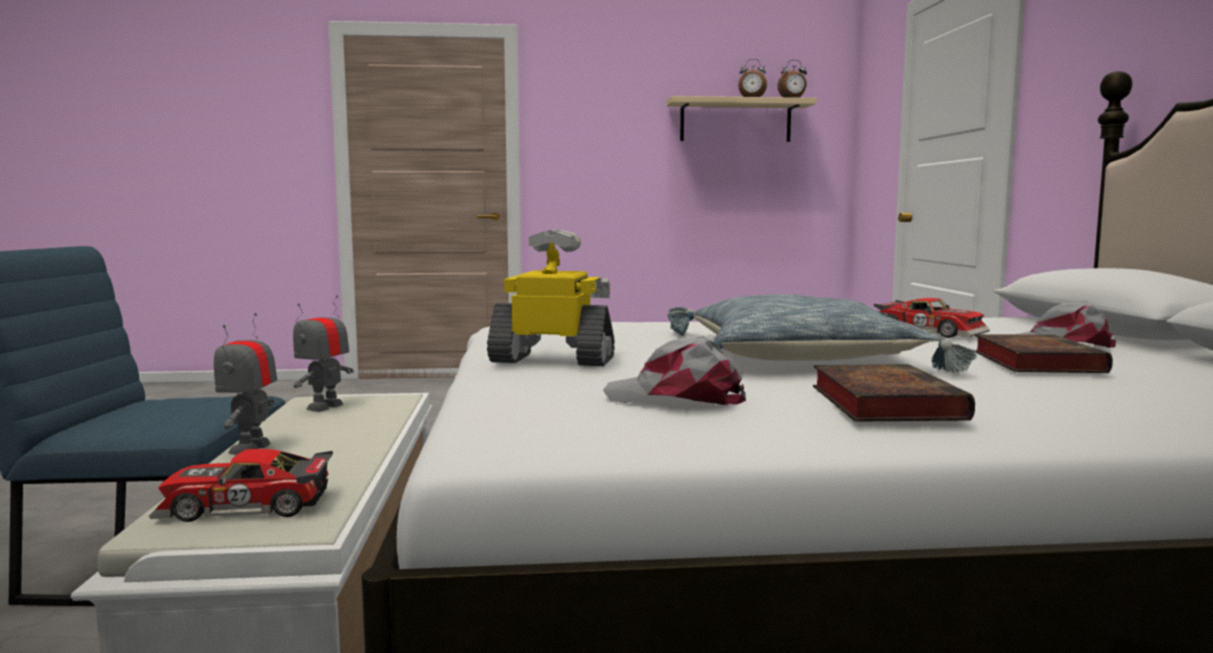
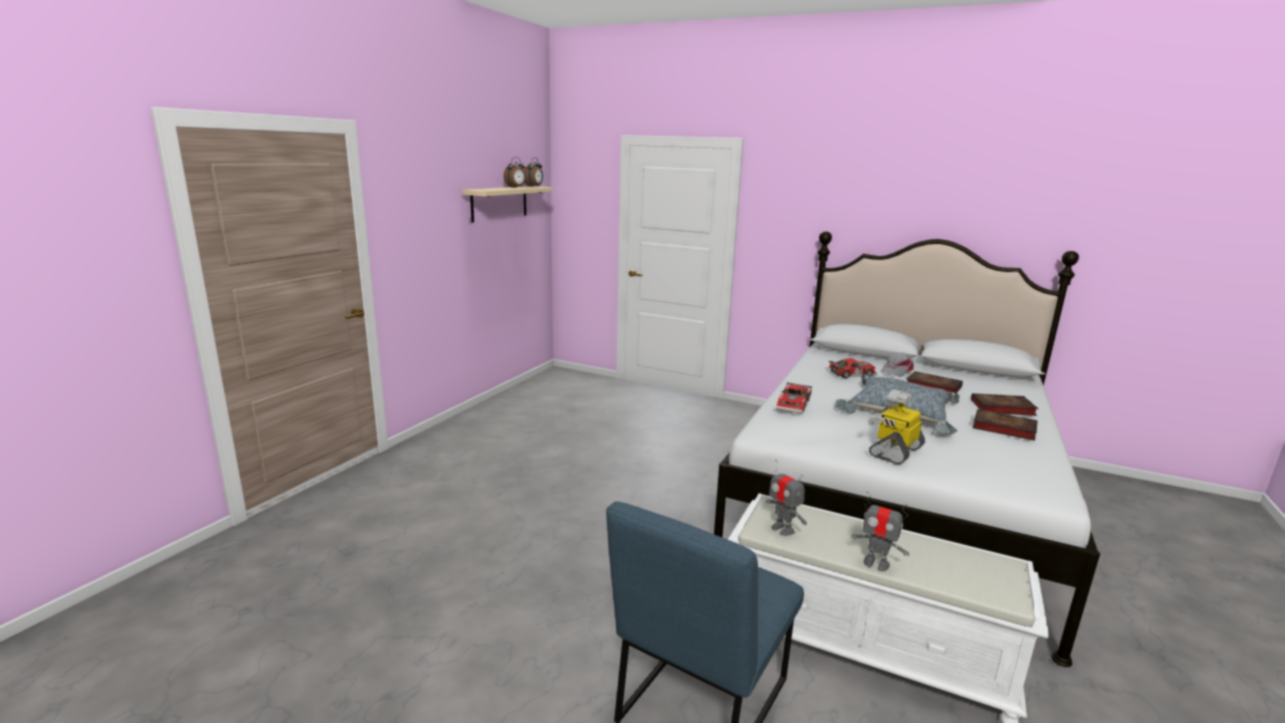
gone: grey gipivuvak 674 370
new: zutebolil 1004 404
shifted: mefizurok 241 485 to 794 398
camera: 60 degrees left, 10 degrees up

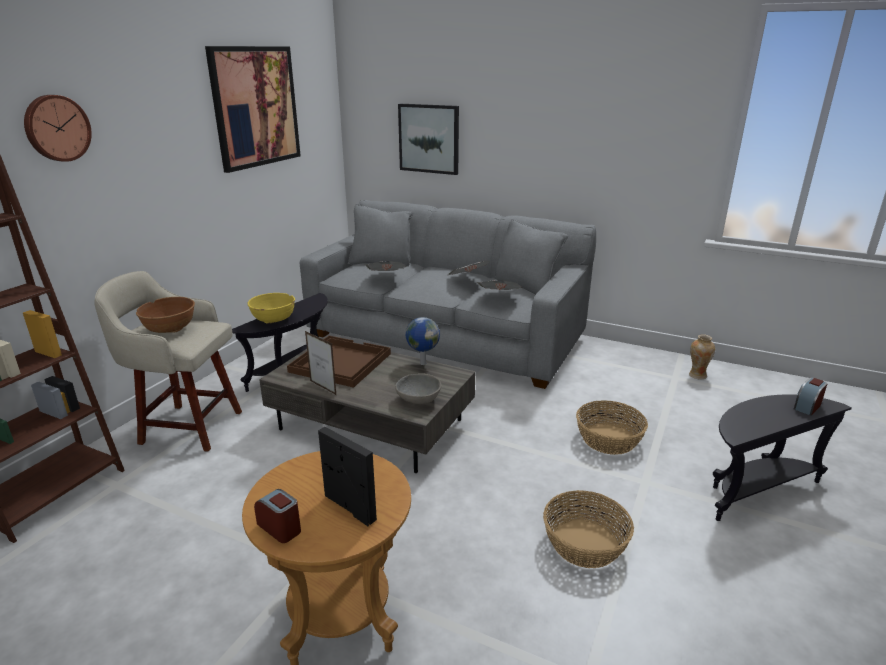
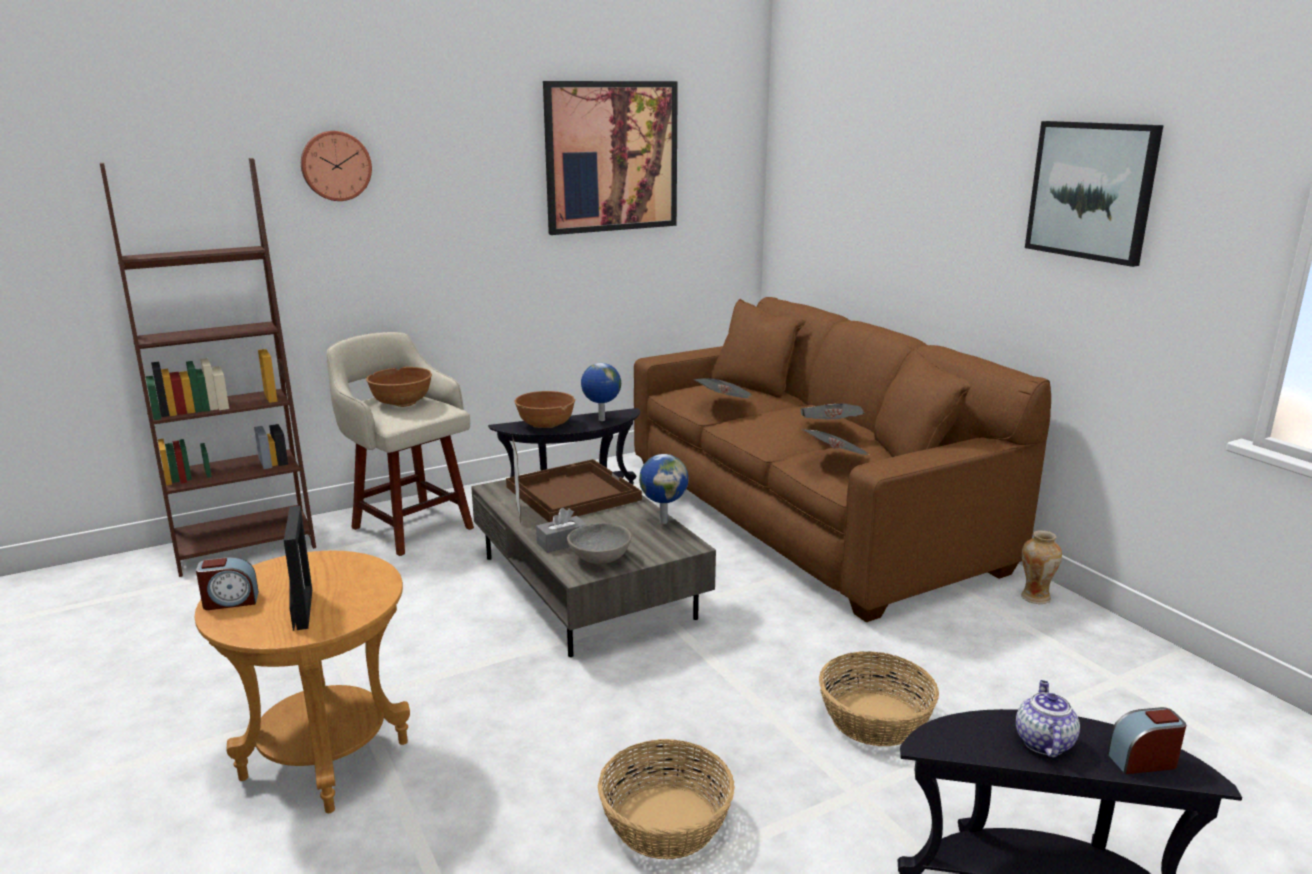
new: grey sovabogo 562 530; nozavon 601 392; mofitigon 1048 719
shifted: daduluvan 428 139 to 1094 194; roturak 702 357 to 1041 567
repainted: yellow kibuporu 271 308 to brown kibuporu 544 409; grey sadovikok 448 294 to brown sadovikok 842 459
rotated: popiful 277 516 = 227 583 90 degrees clockwise
camera: 35 degrees right, 5 degrees down

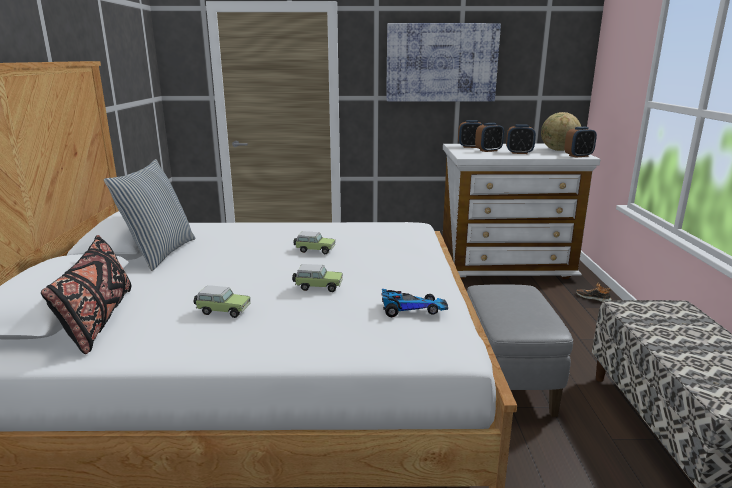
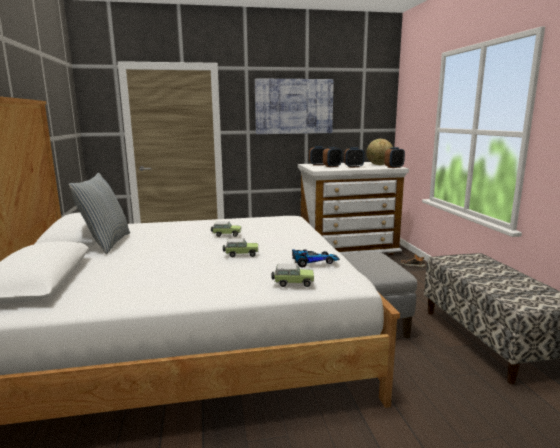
gone: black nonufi 86 294
shifted: mefizurok 222 301 to 292 275
camera: 10 degrees left, 5 degrees down

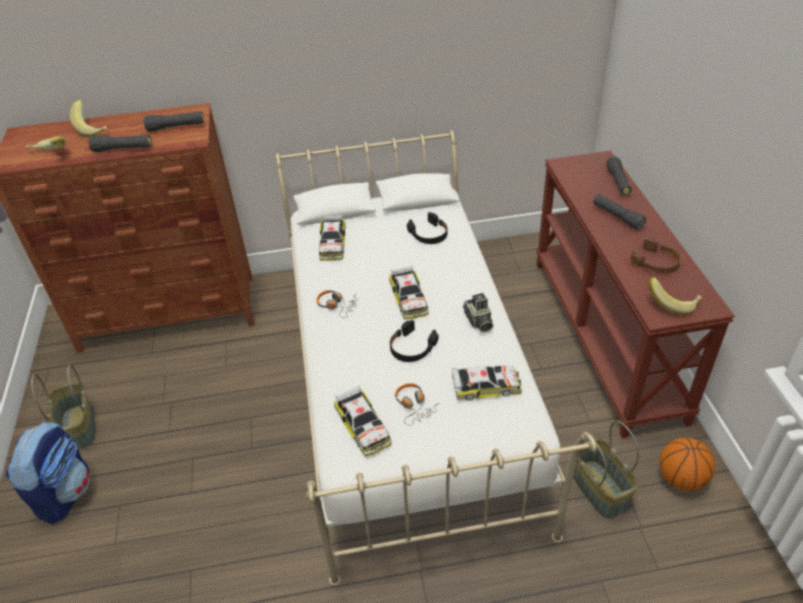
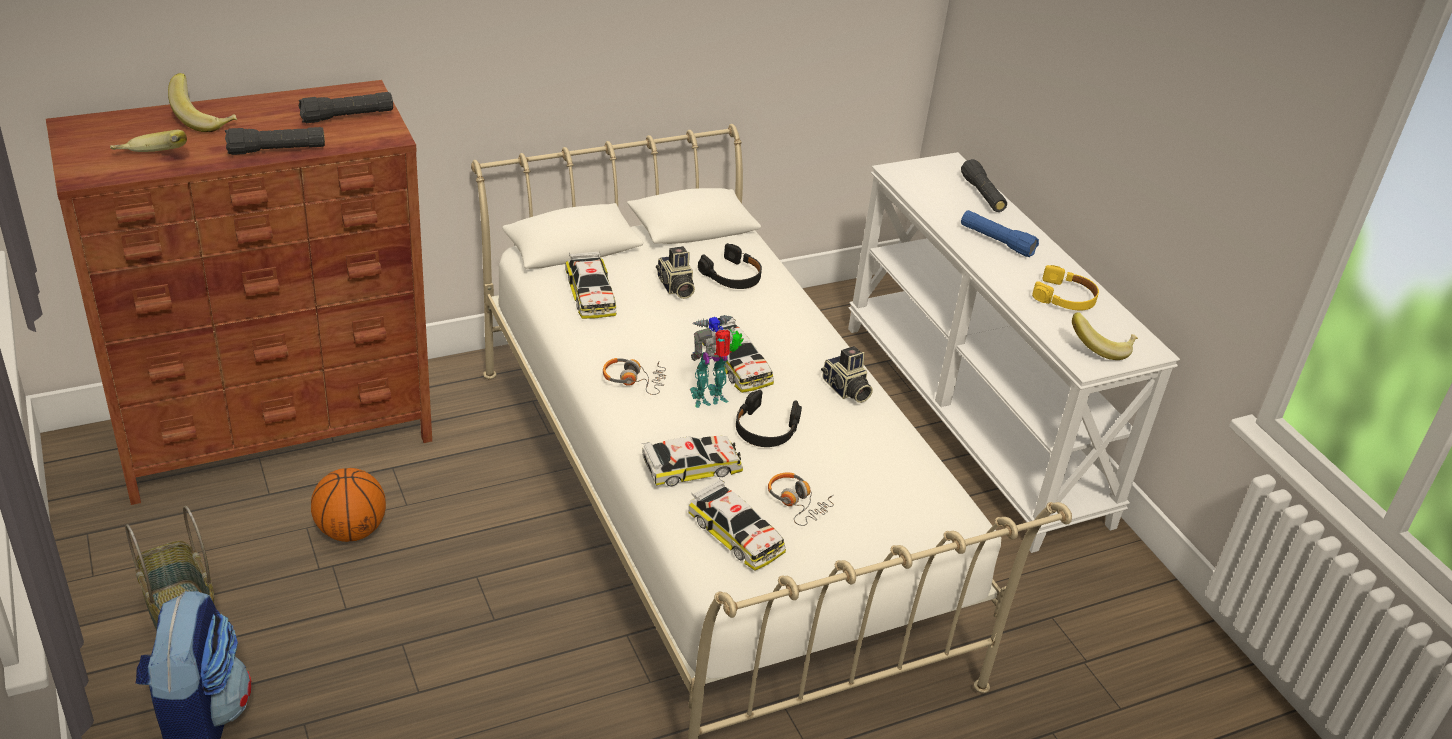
gone: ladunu 606 470
new: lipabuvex 675 272; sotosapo 717 361
shifted: mefizurok 486 383 to 692 461; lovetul 687 464 to 348 505
repainted: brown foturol 635 294 to white foturol 1014 352; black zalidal 619 212 to blue zalidal 1000 233; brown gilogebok 656 255 to yellow gilogebok 1065 288
camera: 20 degrees left, 5 degrees down

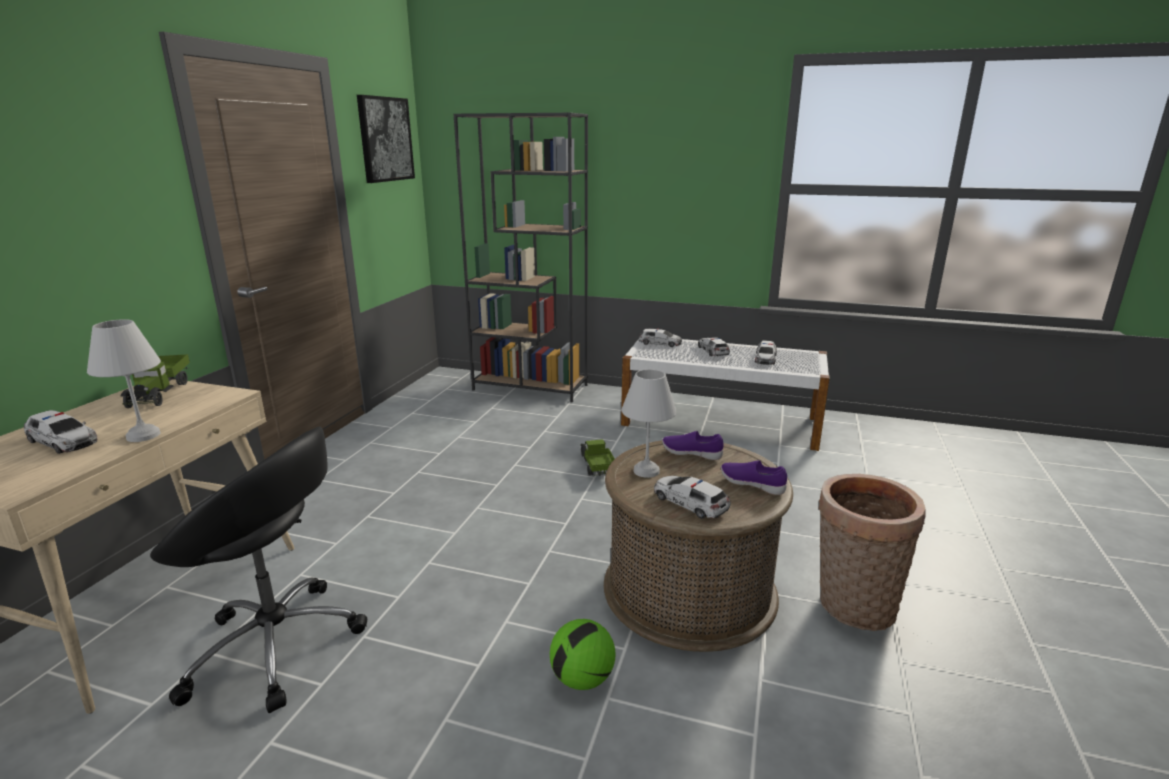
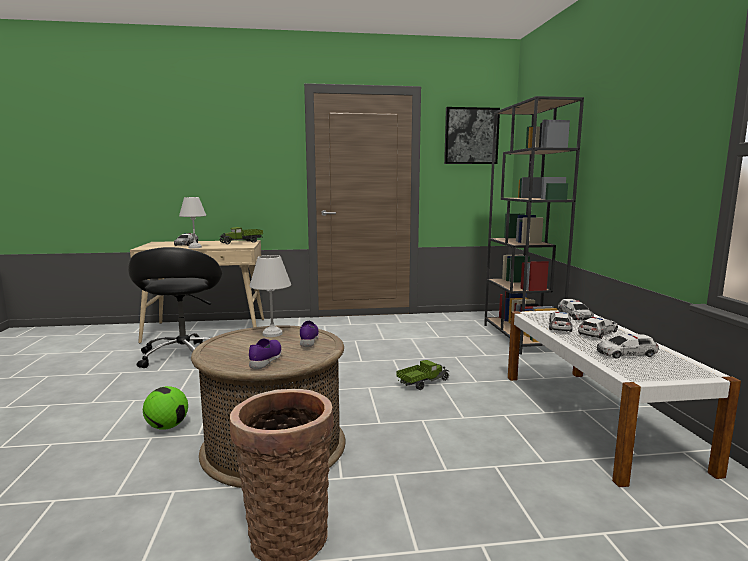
shifted: mefizurok 692 497 to 561 322
camera: 65 degrees right, 10 degrees down

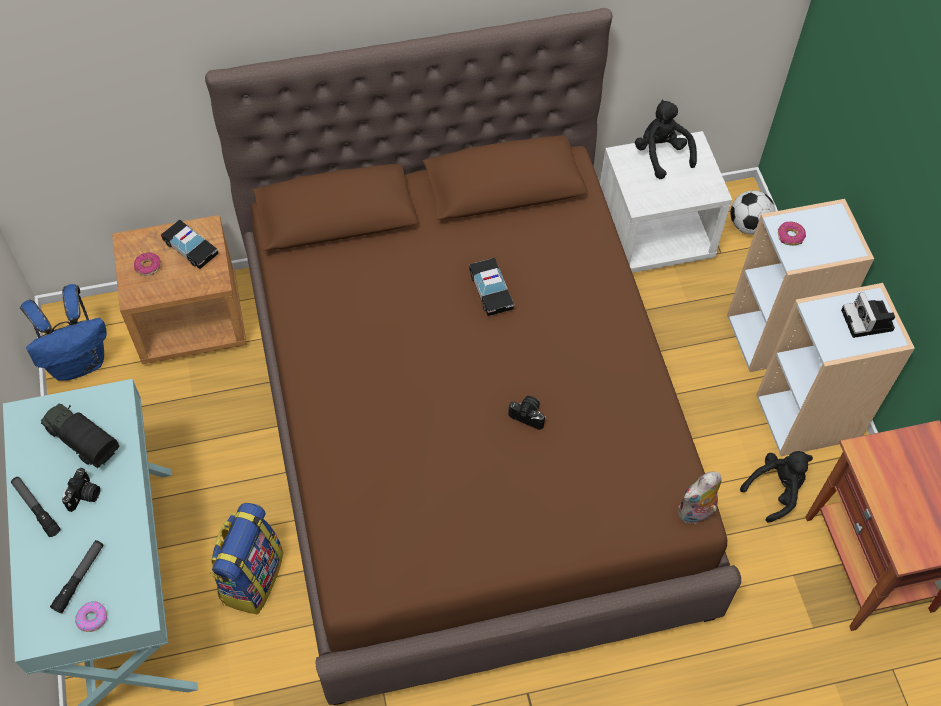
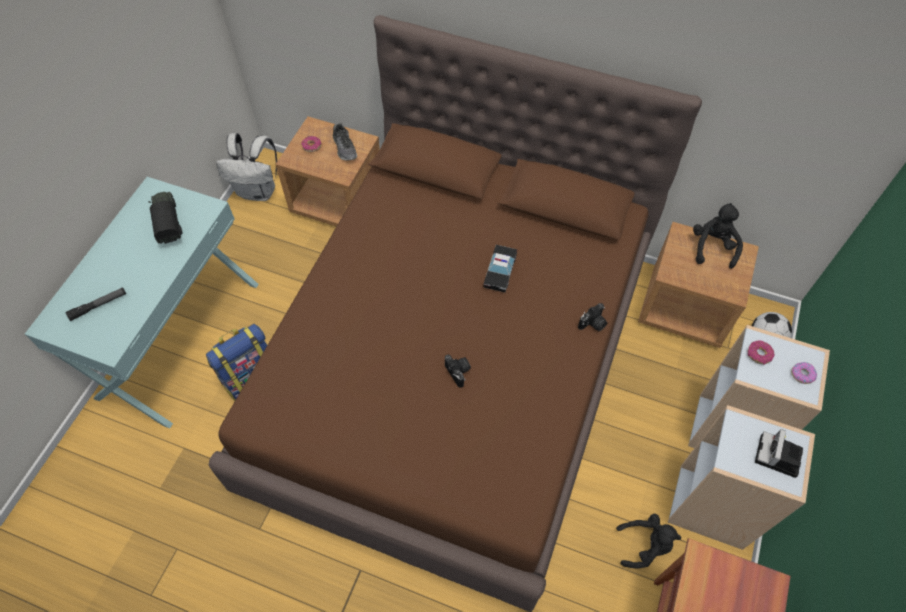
gone: zalidal 35 507; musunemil 700 497
shifted: lipabuvex 81 489 to 593 317; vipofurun 91 616 to 804 373
swapped: mefizurok 190 244 to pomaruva 345 142
repainted: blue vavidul 63 332 to white vavidul 246 167; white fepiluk 666 202 to brown fepiluk 698 285
camera: 35 degrees right, 0 degrees up

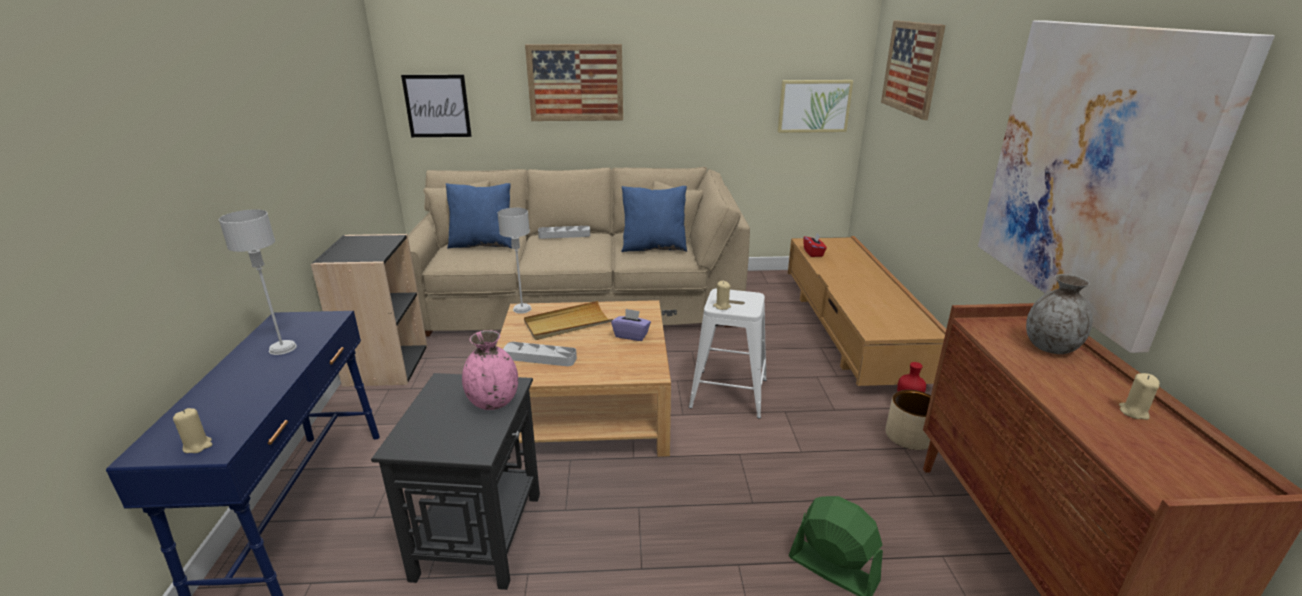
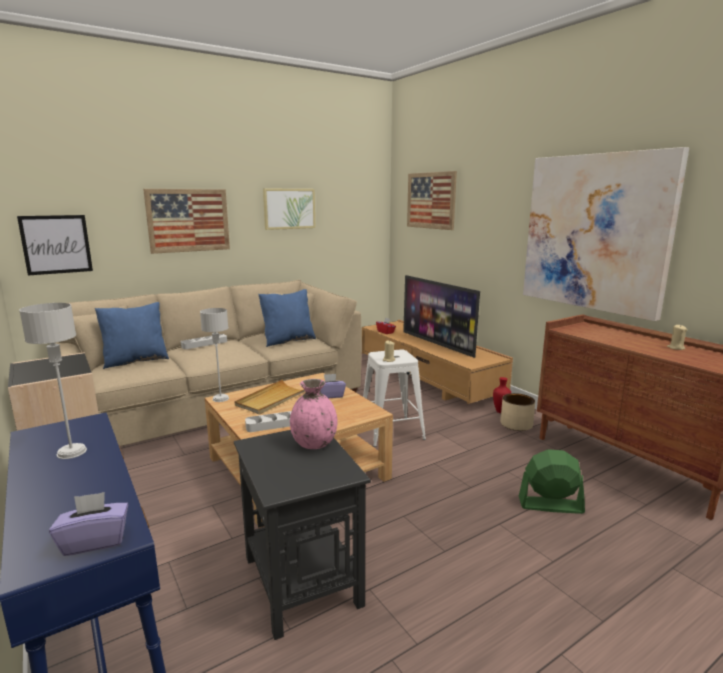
gone: grey roturak 1059 314
new: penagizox 441 316
shifted: daduluvan 815 106 to 289 209
swapped: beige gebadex 193 430 to purple sovabogo 88 524
camera: 30 degrees left, 10 degrees down

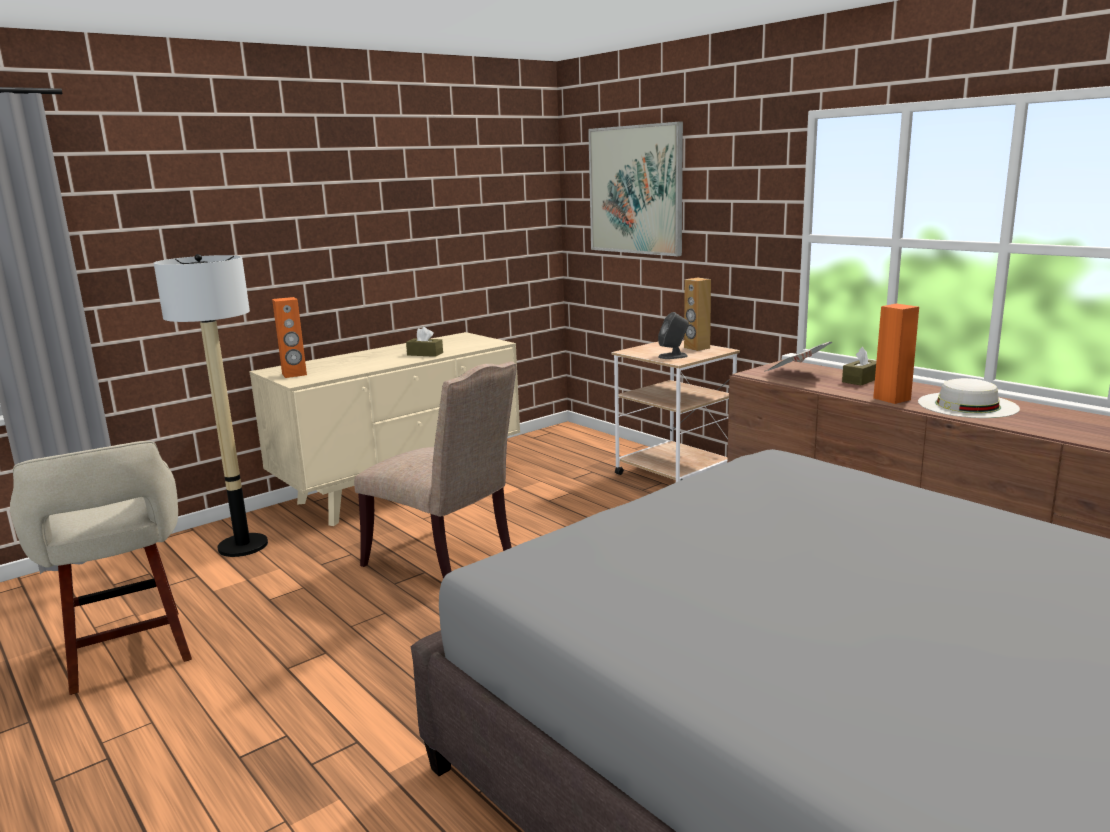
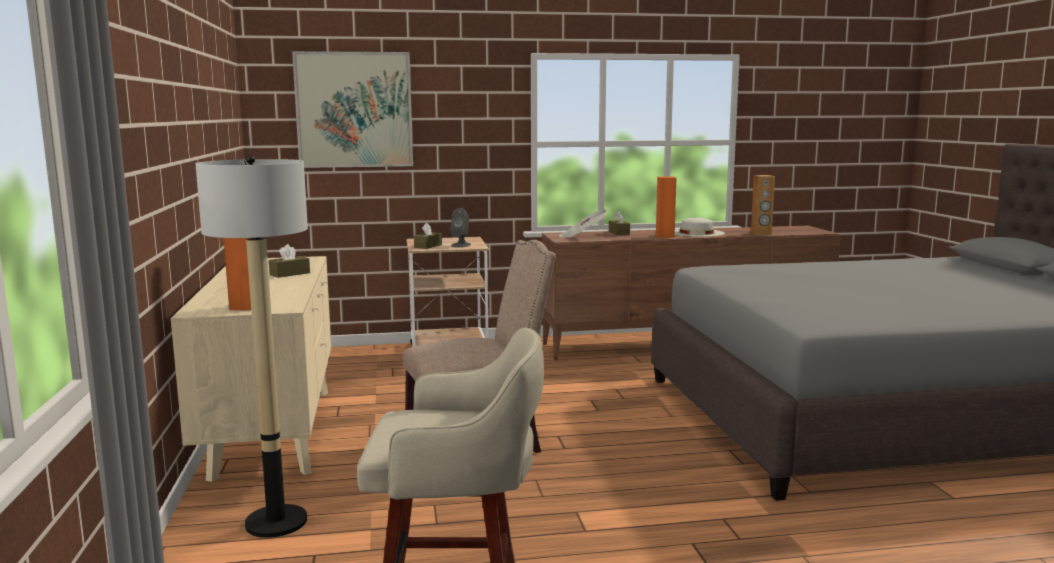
new: brown sovabogo 428 236
shifted: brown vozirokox 697 314 to 763 205
camera: 60 degrees left, 5 degrees down

